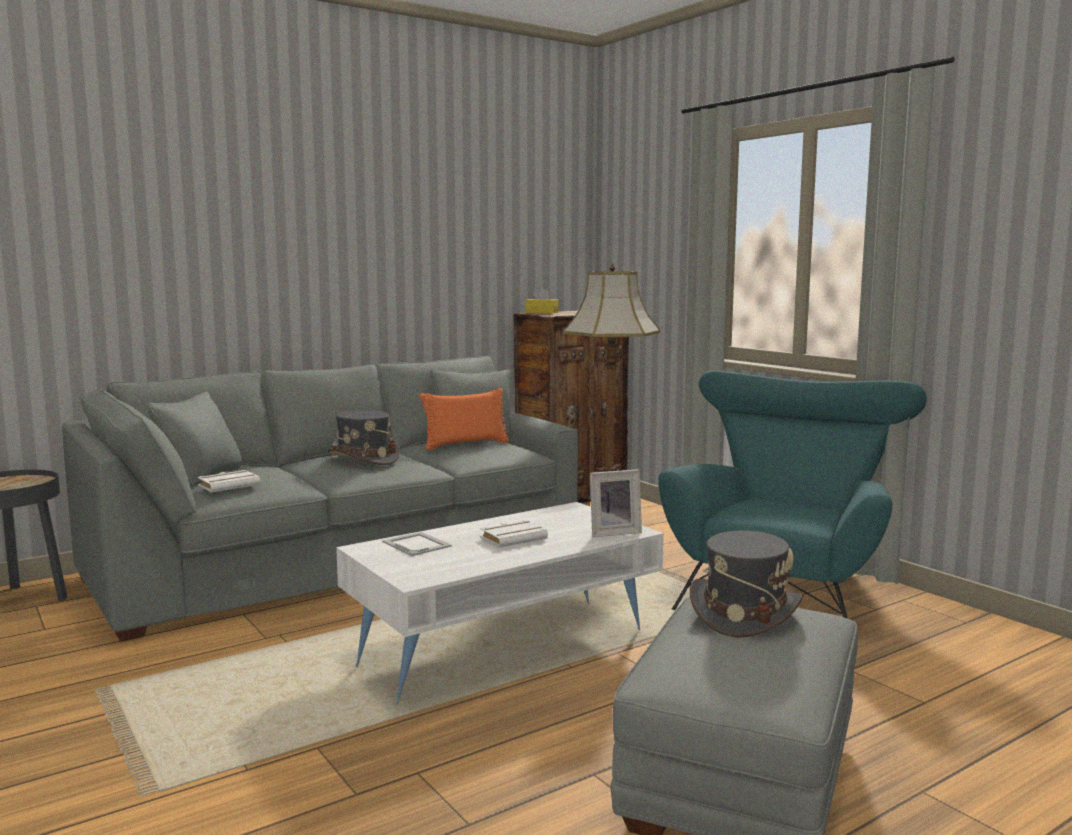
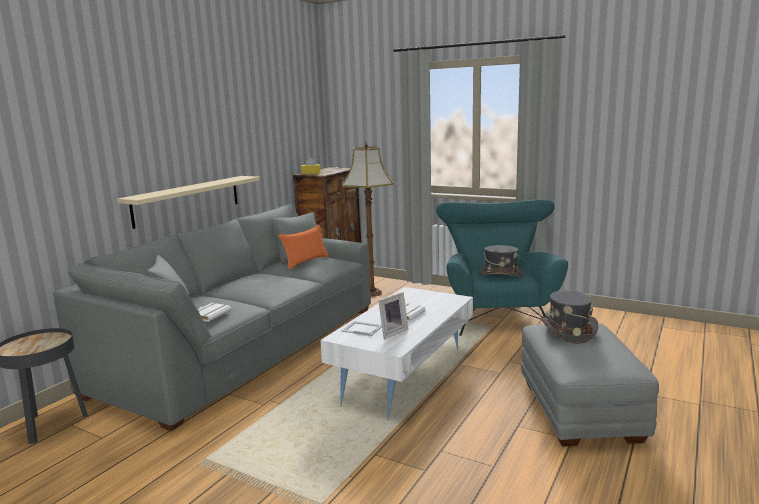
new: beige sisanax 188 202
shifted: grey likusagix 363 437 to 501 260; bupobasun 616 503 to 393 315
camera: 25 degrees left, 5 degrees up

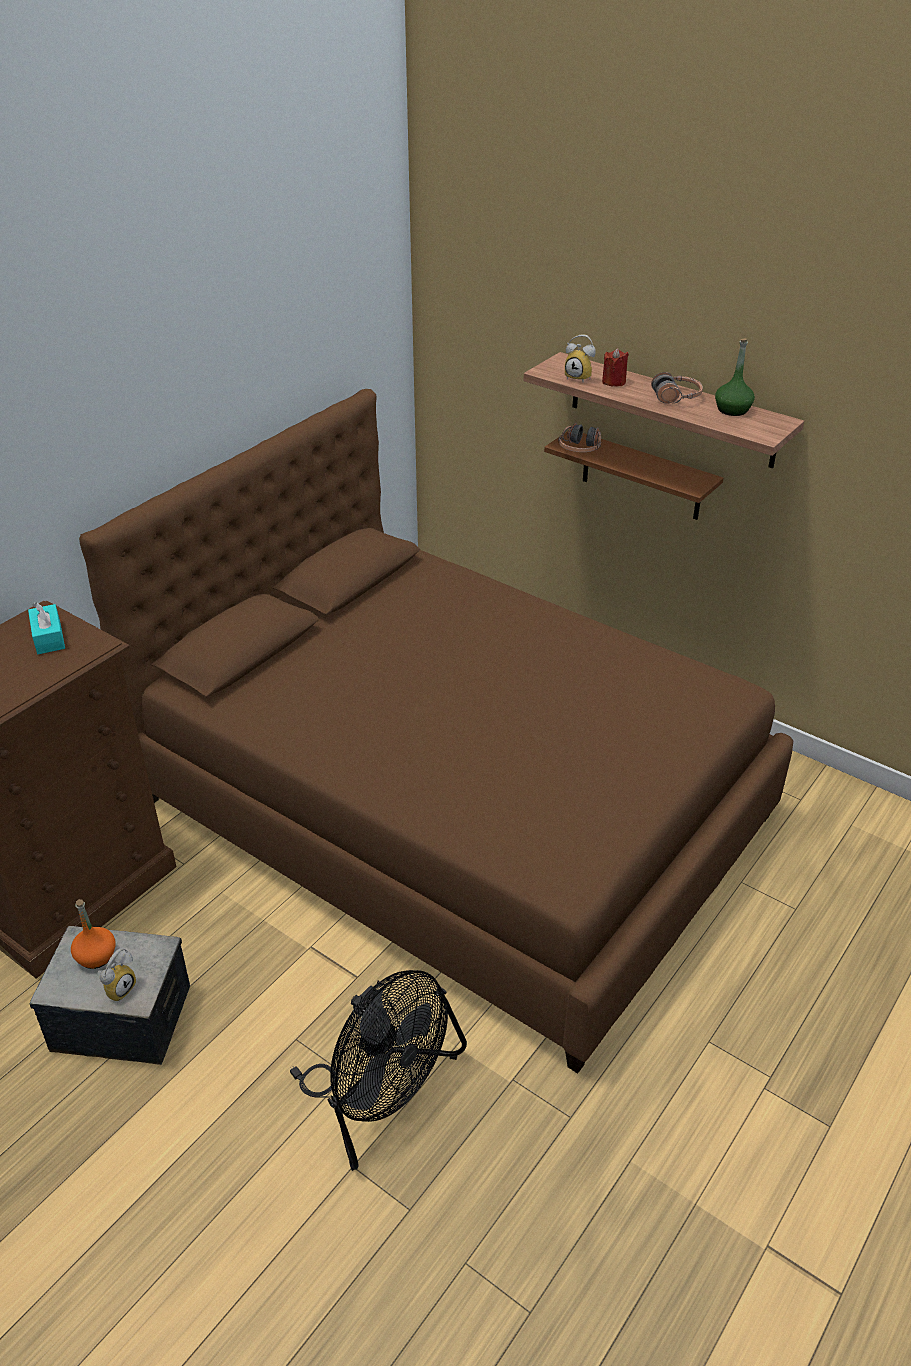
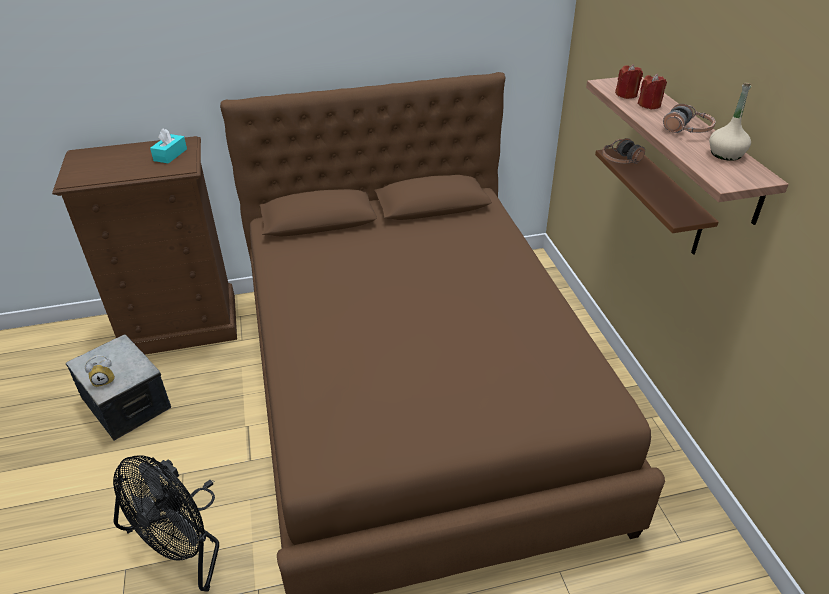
gone: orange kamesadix 93 934
swapped: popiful 580 358 to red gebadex 629 81
repainted: green kamesadix 735 377 to beige kamesadix 730 121
rotated: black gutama 378 1070 = 166 523 45 degrees clockwise
camera: 40 degrees right, 0 degrees up

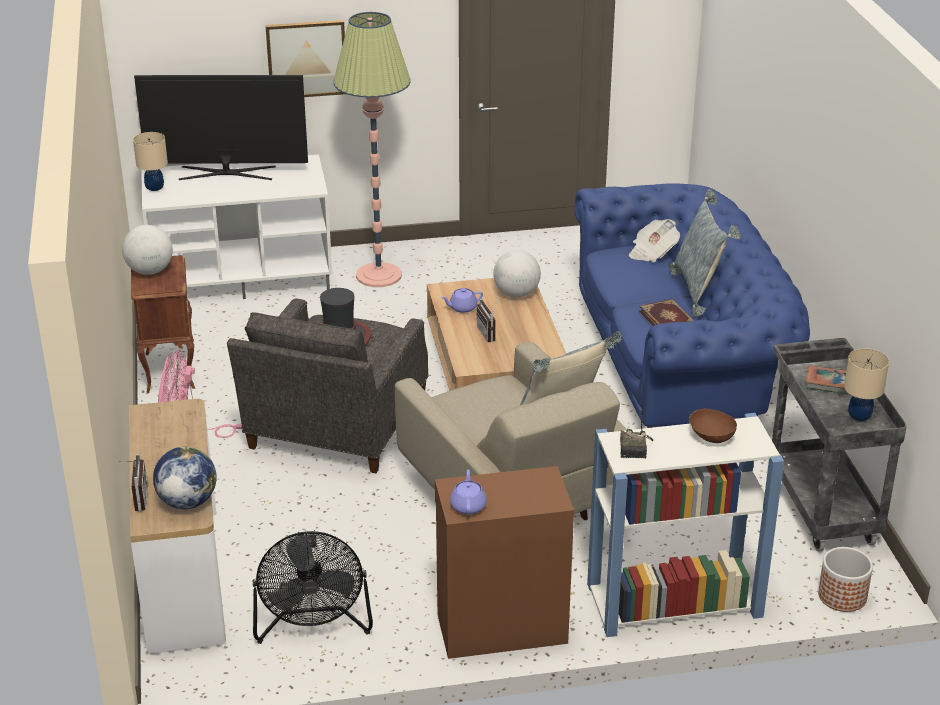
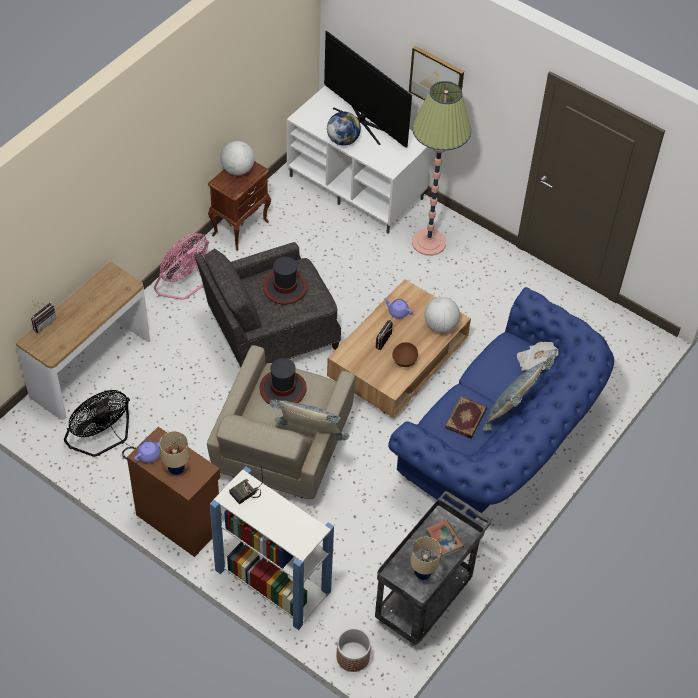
new: likusagix 283 381
shifted: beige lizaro 150 161 to 174 453; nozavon 184 478 to 344 129; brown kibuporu 713 426 to 405 354
rotated: black gutama 313 587 = 99 425 105 degrees clockwise
camera: 45 degrees right, 20 degrees up

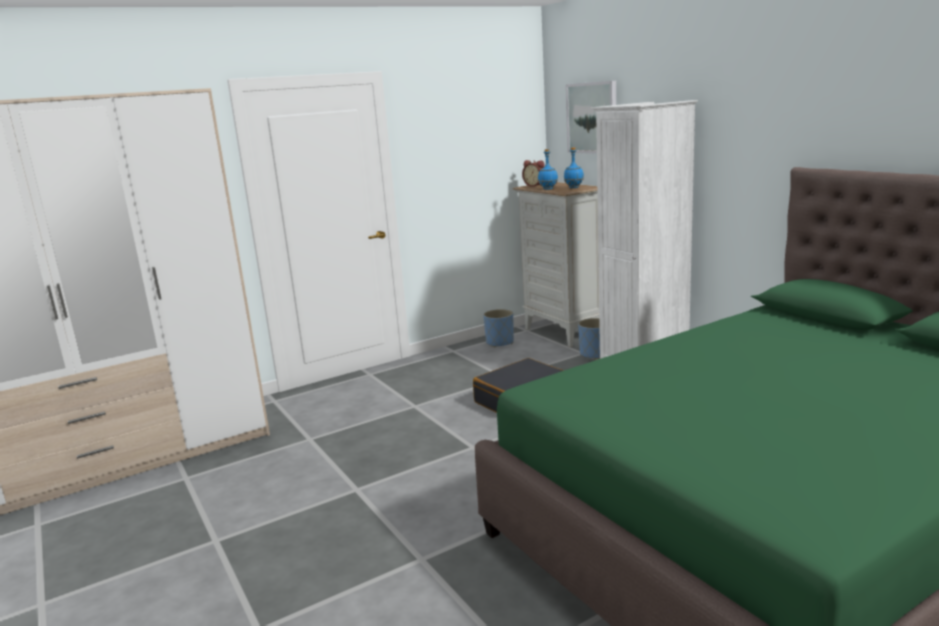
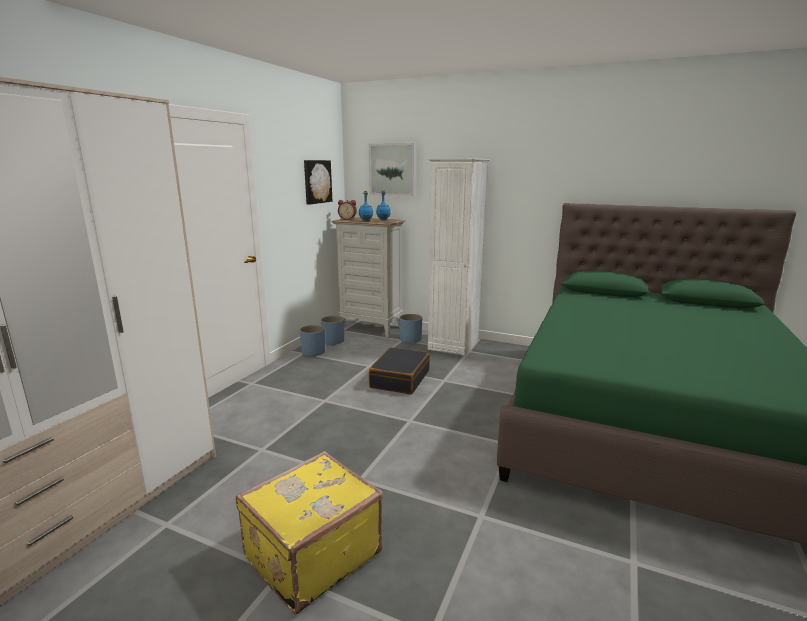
new: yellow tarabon 309 533; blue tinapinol 312 341; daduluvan 318 182
camera: 35 degrees left, 0 degrees up

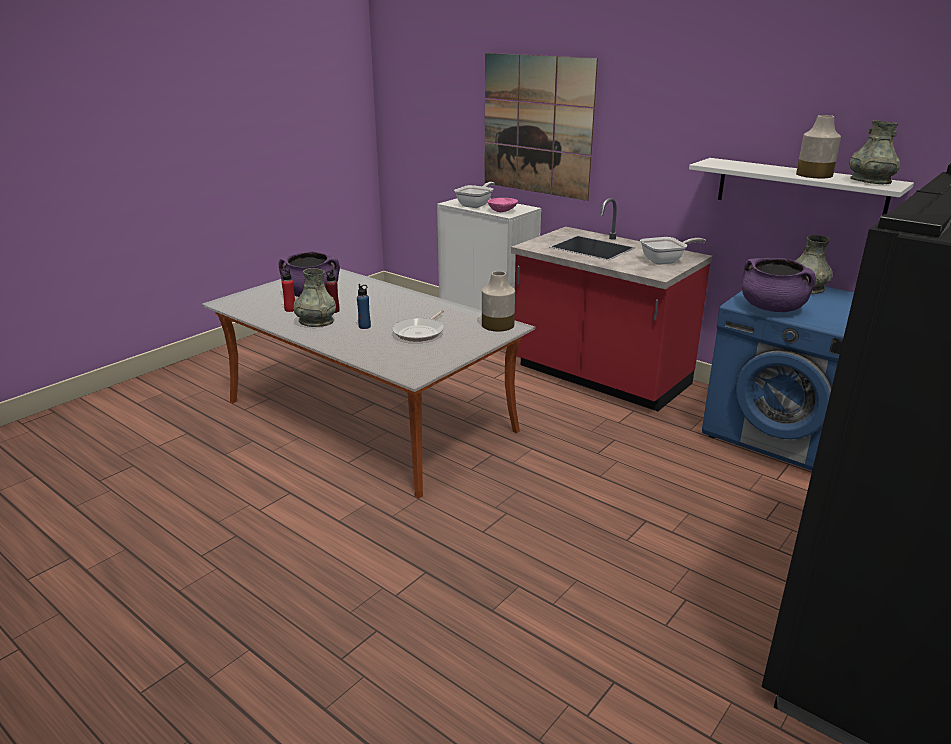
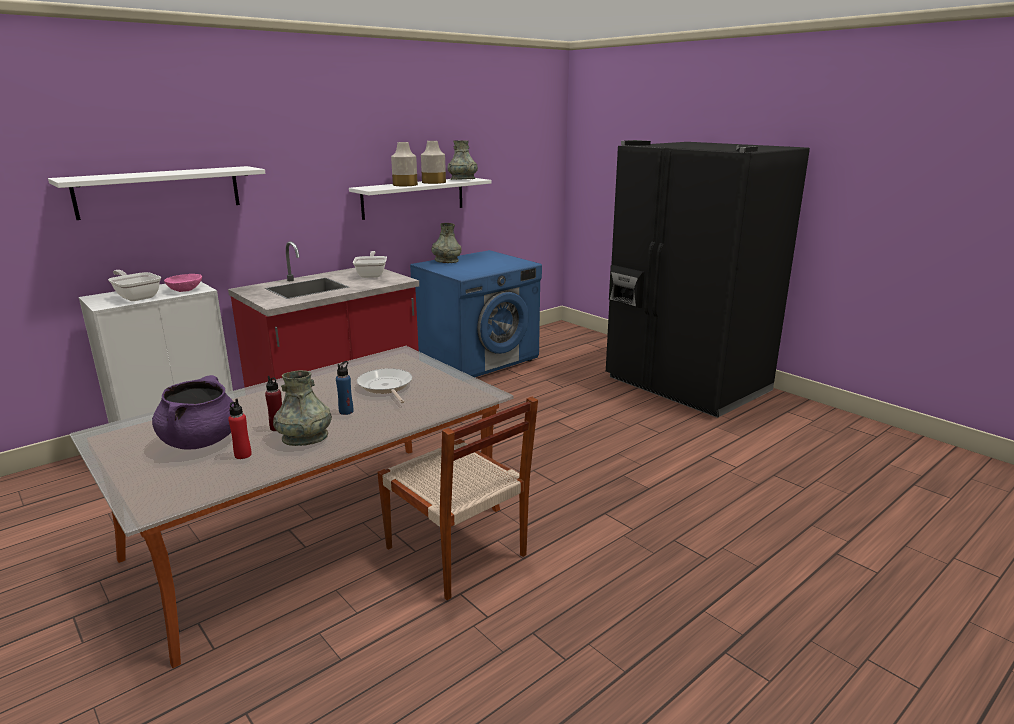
gone: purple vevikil 779 285
new: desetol 458 498
shifted: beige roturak 498 301 to 404 164
swapped: daduluvan 541 127 to white sisanax 156 193
rotated: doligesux 418 326 = 384 385 150 degrees counterclockwise
camera: 80 degrees left, 5 degrees down

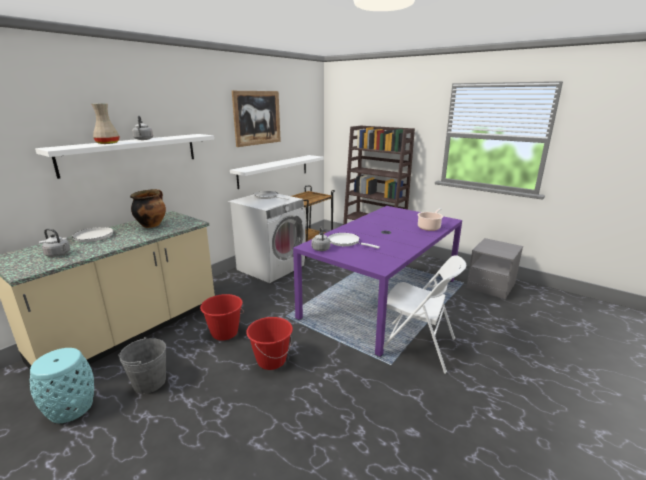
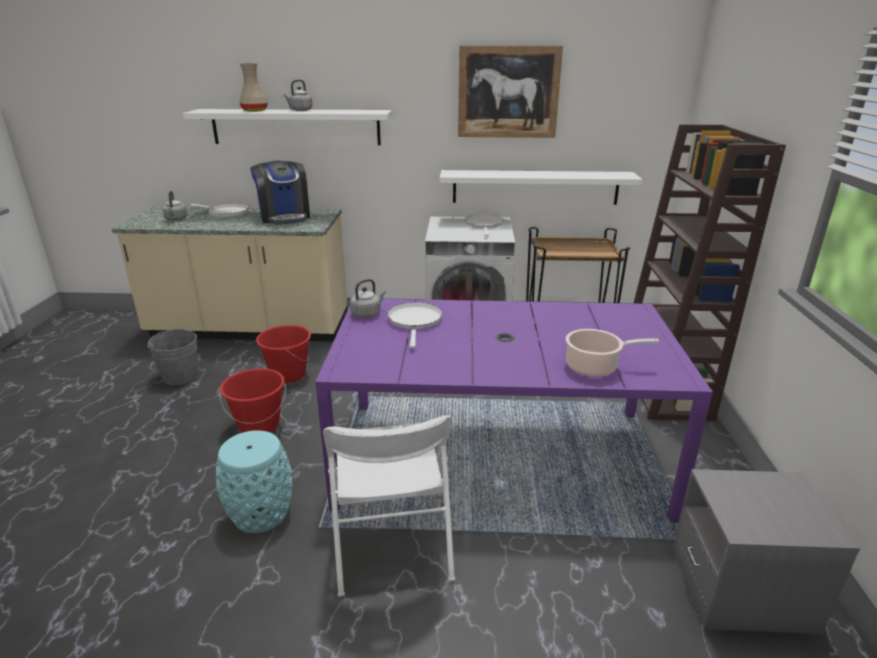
shifted: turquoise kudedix 61 385 to 254 481
swapped: vevikil 148 208 to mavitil 280 192
camera: 55 degrees right, 5 degrees up

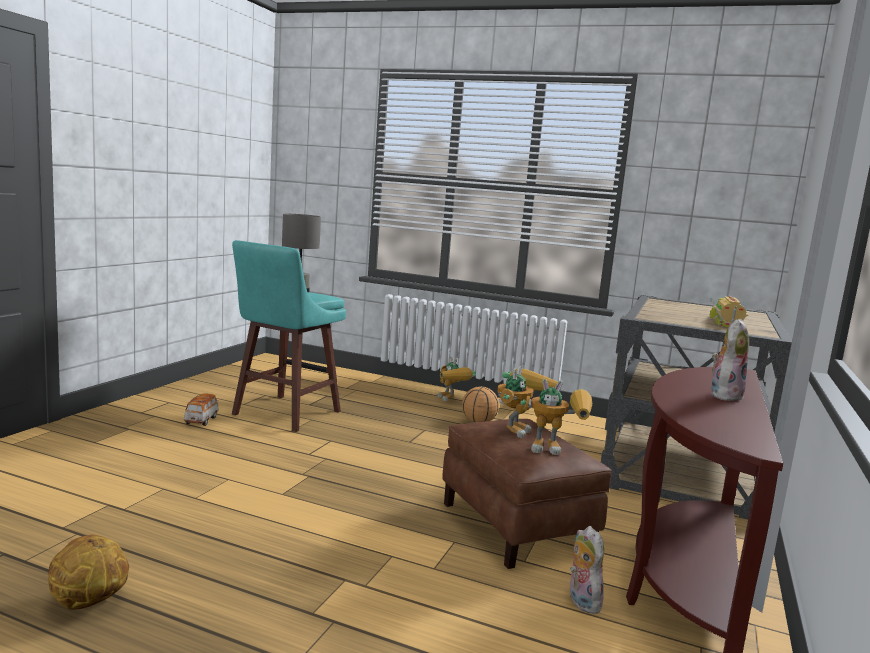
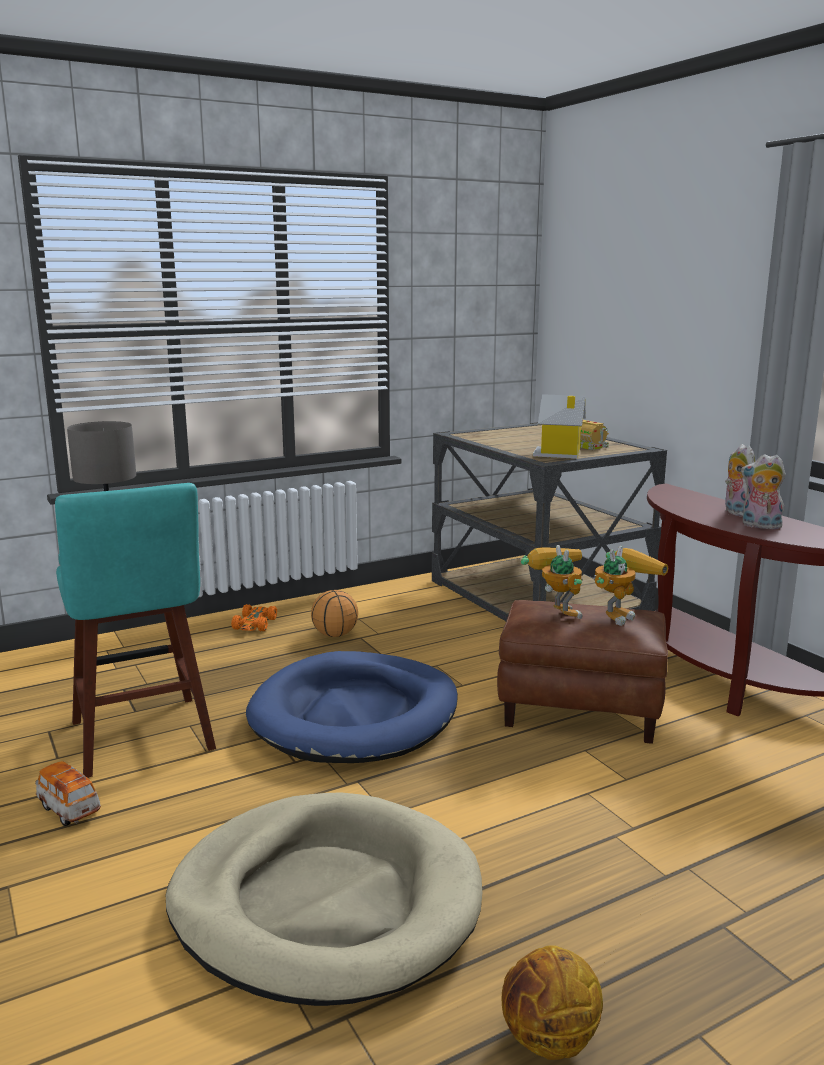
new: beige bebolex 324 899; blue bebolex 352 707; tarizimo 559 426
shifted: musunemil 587 570 to 763 491
swapped: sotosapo 456 378 to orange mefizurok 254 617
camera: 50 degrees left, 5 degrees up

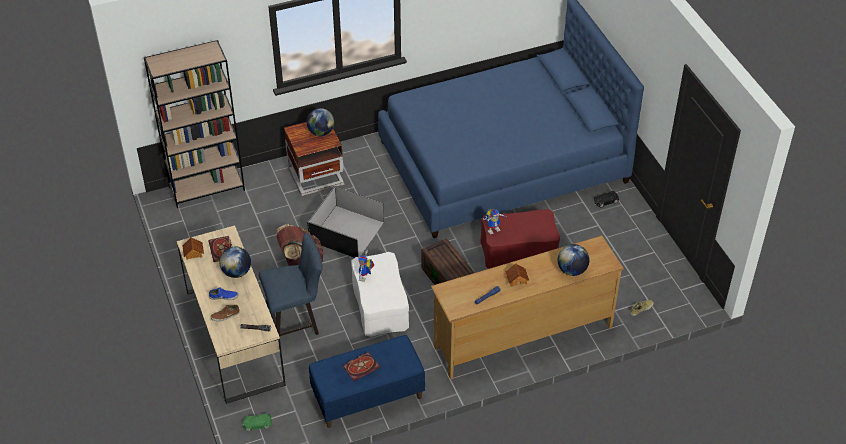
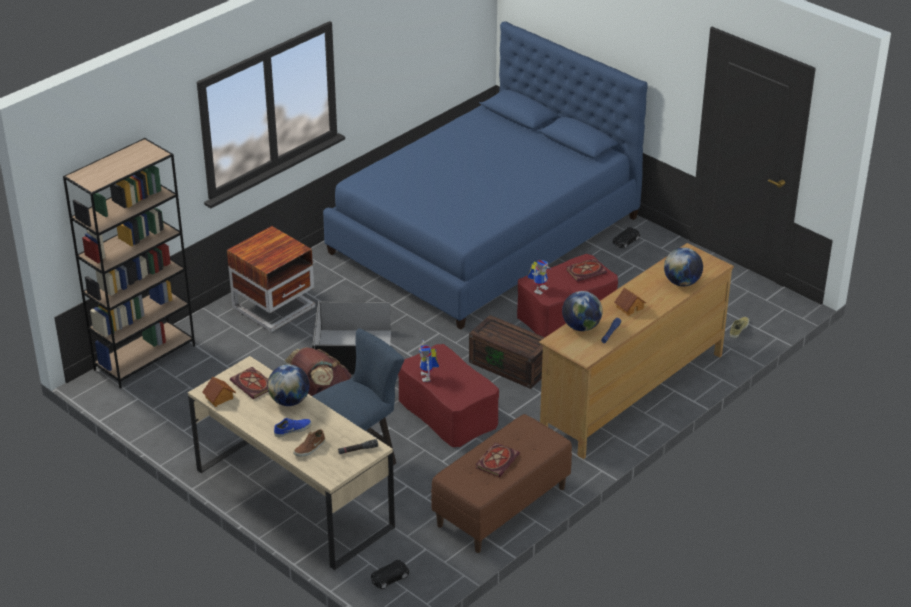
new: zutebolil 586 270
shifted: nozavon 320 122 to 582 311
repainted: green mefizurok 257 422 to black mefizurok 390 574; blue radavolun 367 381 to brown radavolun 501 483; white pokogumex 380 294 to red pokogumex 448 395
camera: 25 degrees left, 10 degrees down

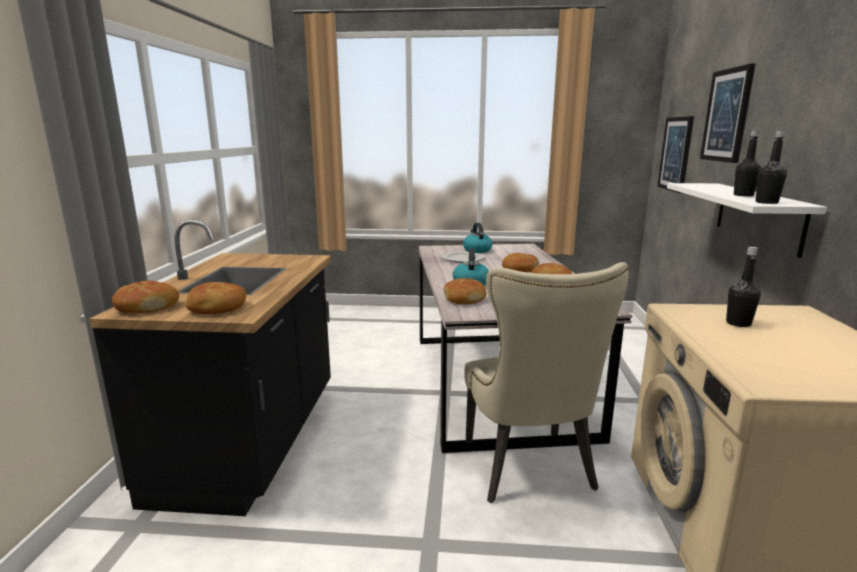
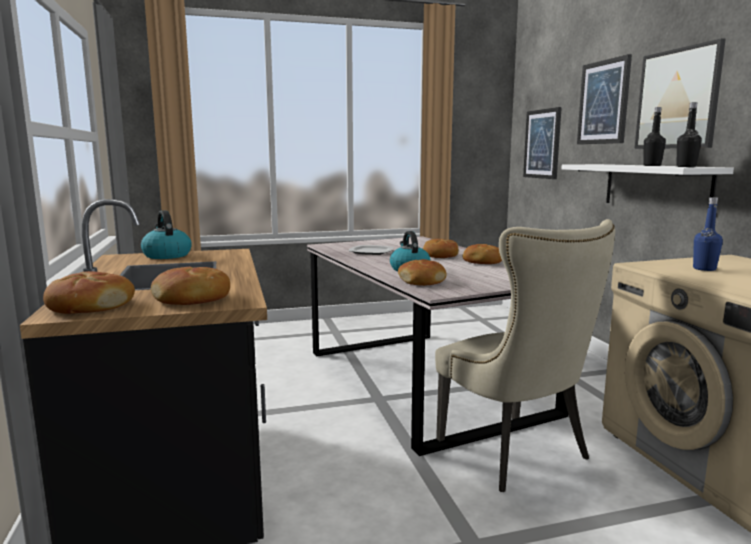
new: daduluvan 680 93
shifted: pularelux 477 238 to 166 234
repainted: black kamesadix 743 287 to blue kamesadix 708 234
camera: 20 degrees left, 5 degrees down

